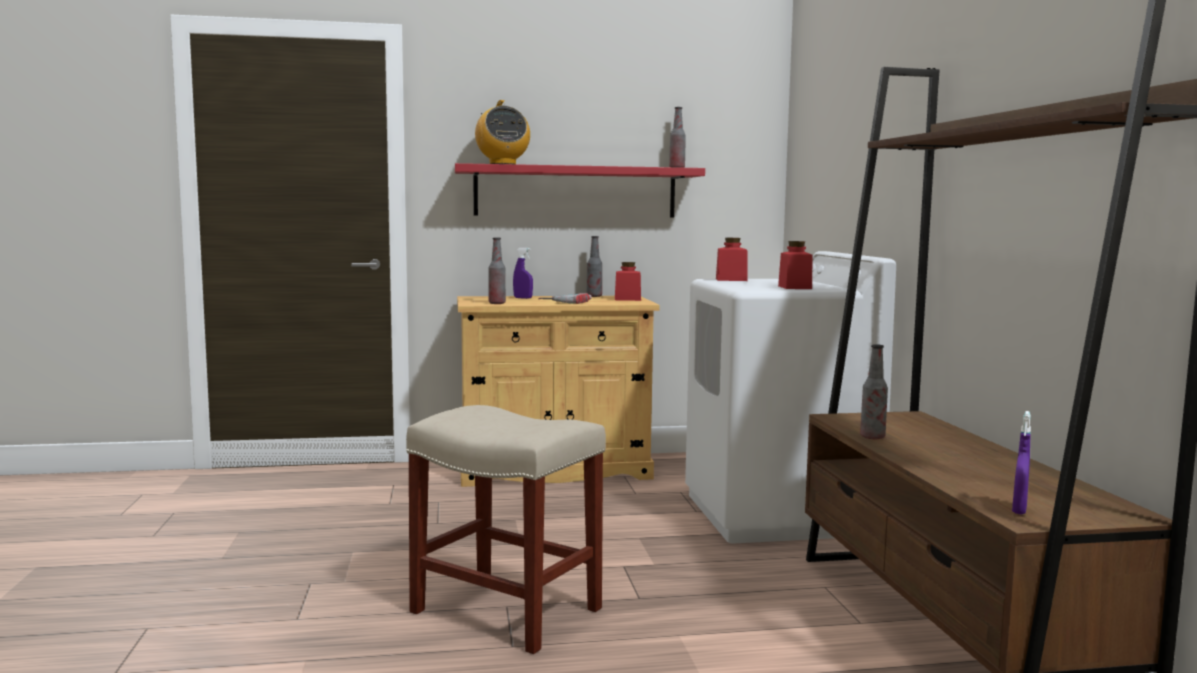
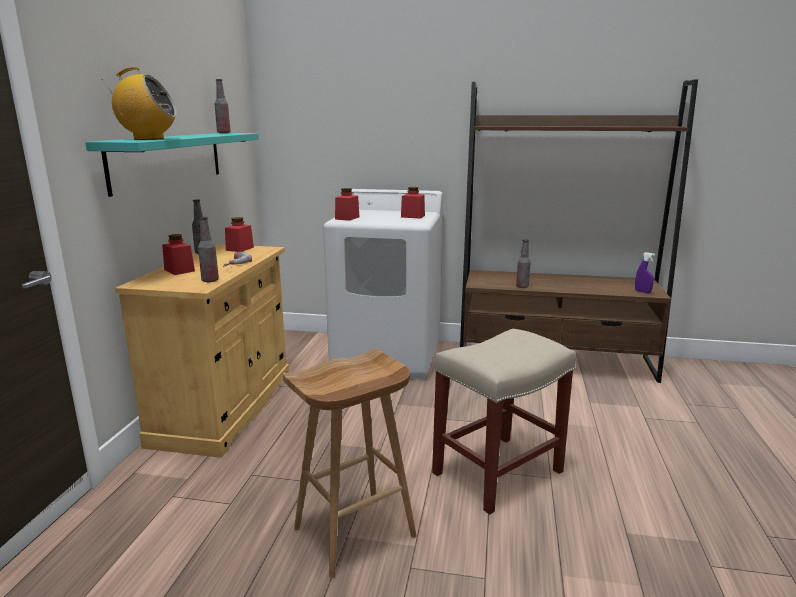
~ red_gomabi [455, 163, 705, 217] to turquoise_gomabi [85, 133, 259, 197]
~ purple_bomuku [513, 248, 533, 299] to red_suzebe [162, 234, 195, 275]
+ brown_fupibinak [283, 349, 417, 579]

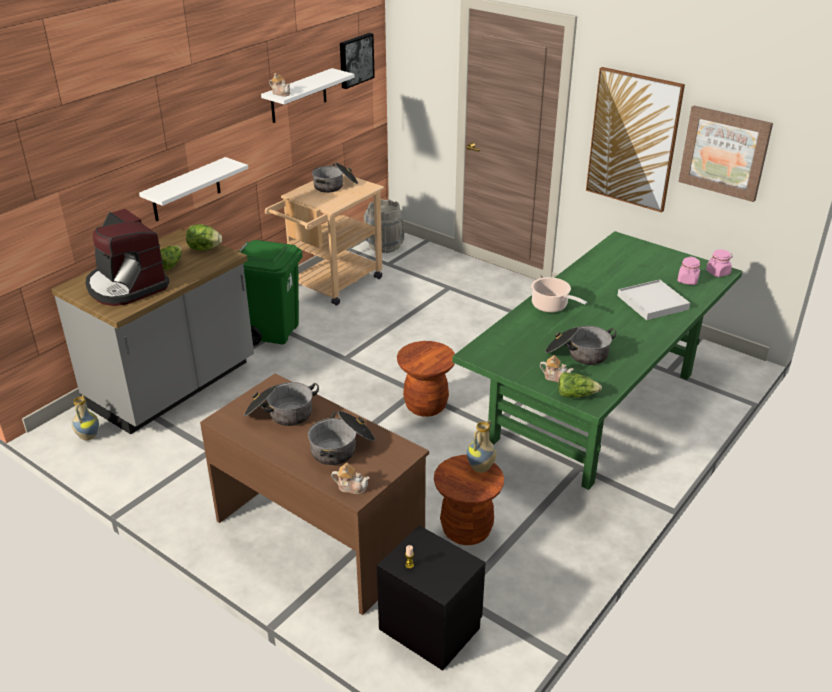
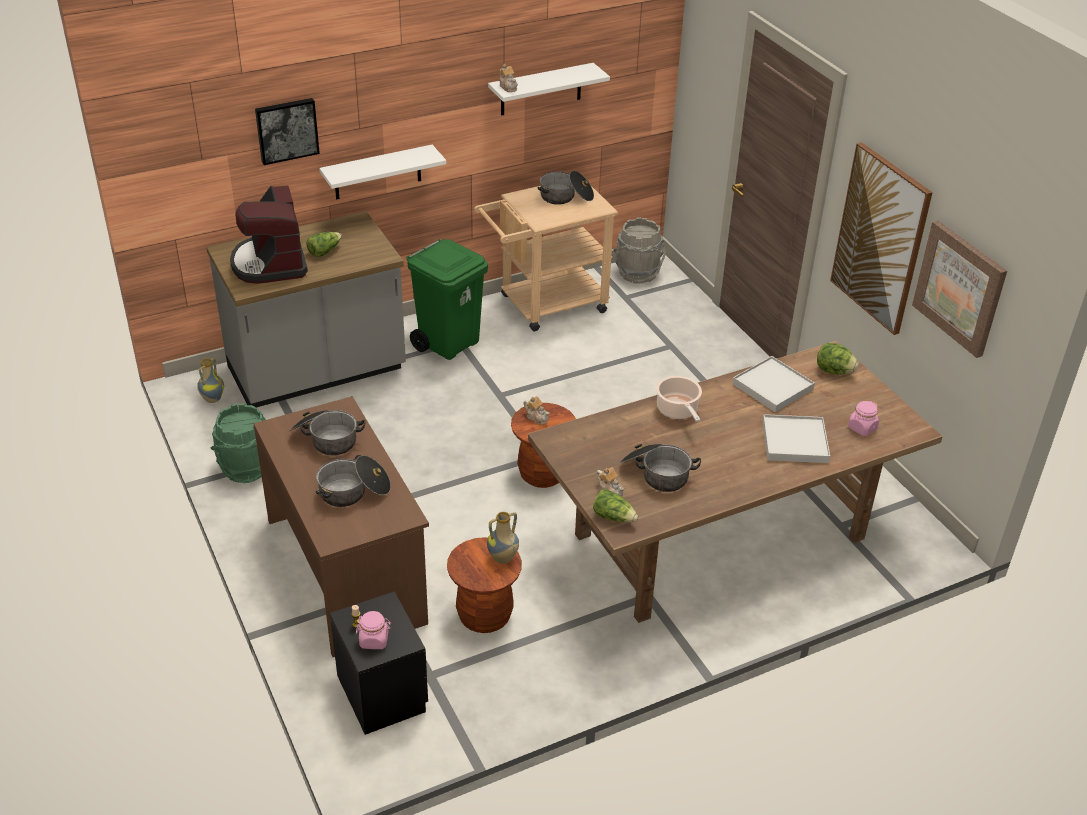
~ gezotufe [186, 224, 222, 250] to [817, 343, 859, 375]
~ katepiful [331, 463, 370, 494] to [523, 396, 549, 425]
~ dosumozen [340, 33, 375, 89] to [255, 98, 320, 165]
~ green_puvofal [452, 231, 742, 490] to brown_puvofal [528, 341, 943, 623]
~ pink_suzebe [706, 249, 733, 277] to [356, 611, 391, 649]
+ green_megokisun [211, 403, 266, 483]
+ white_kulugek [733, 356, 815, 412]

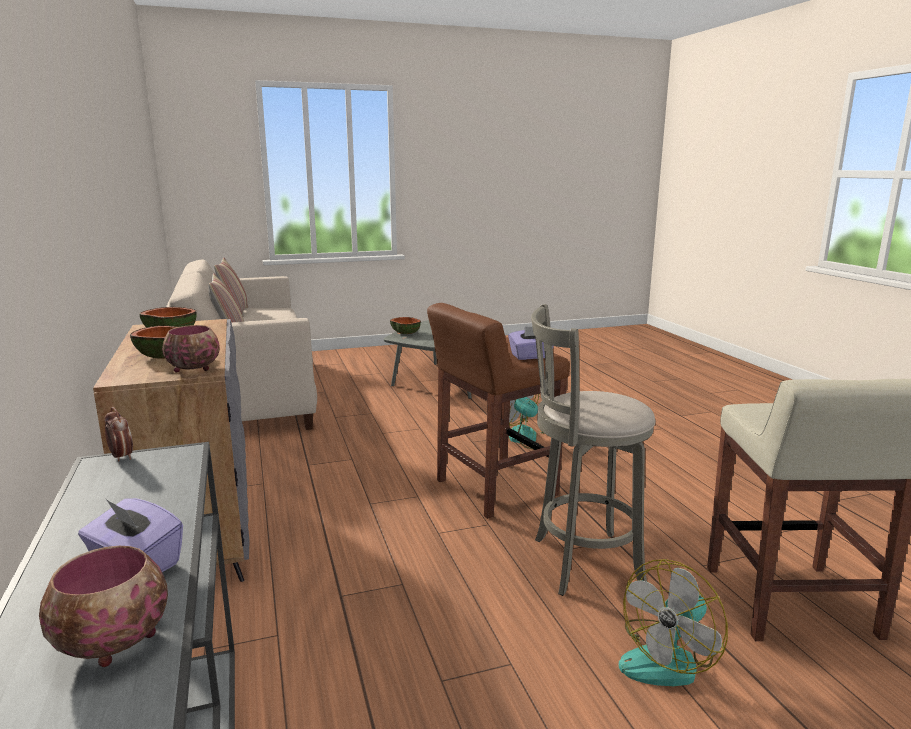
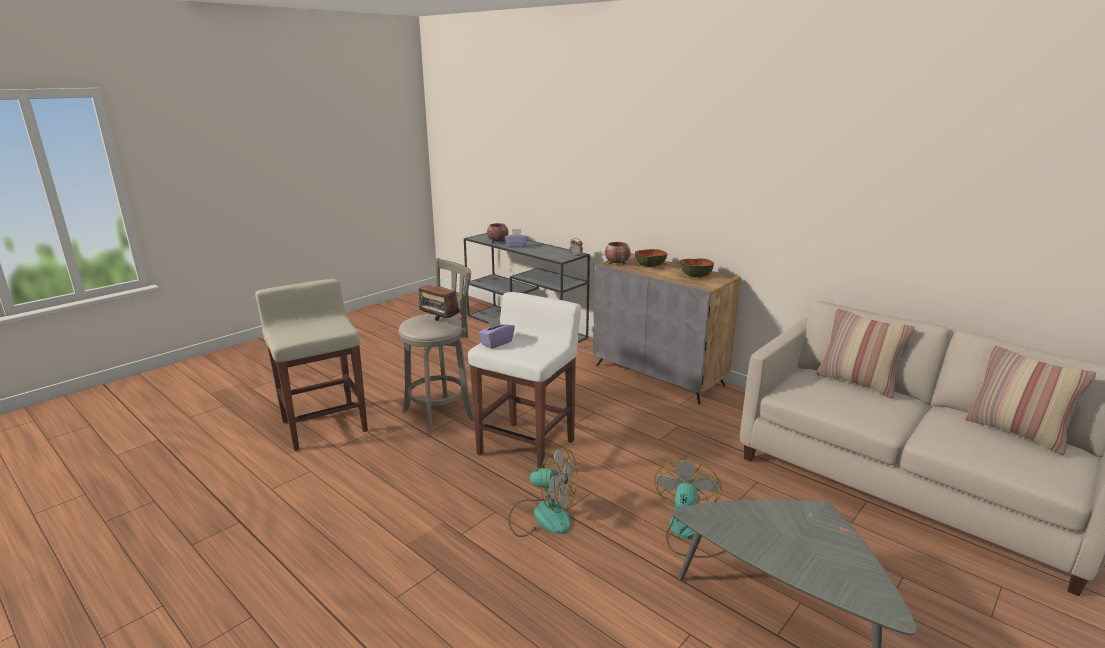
- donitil [390, 317, 421, 334]
~ brown_fupibinak [427, 303, 570, 519] to white_fupibinak [468, 292, 581, 469]
~ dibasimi [619, 559, 728, 686] to [654, 458, 726, 558]
+ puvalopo [419, 278, 460, 321]

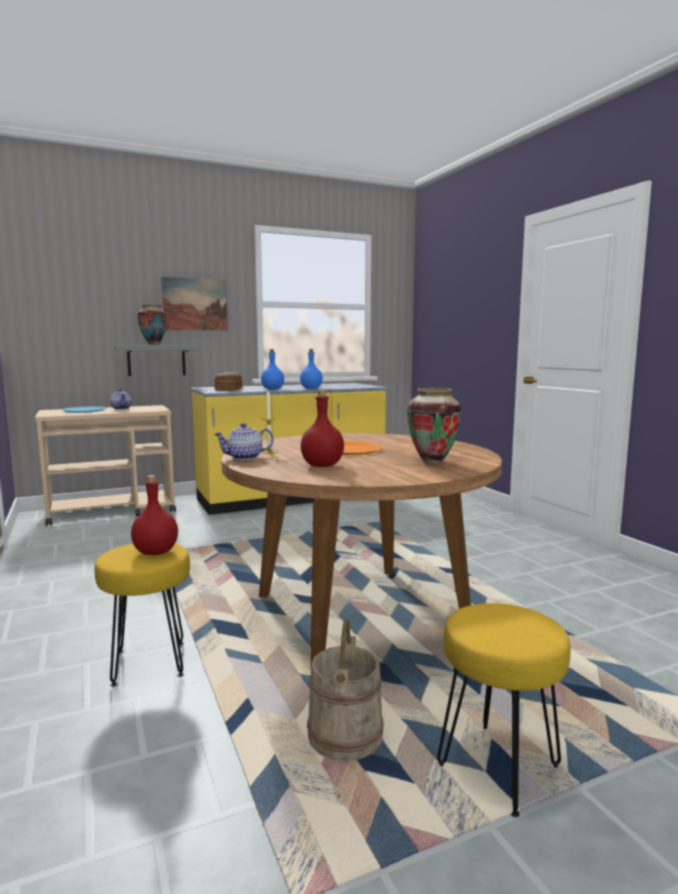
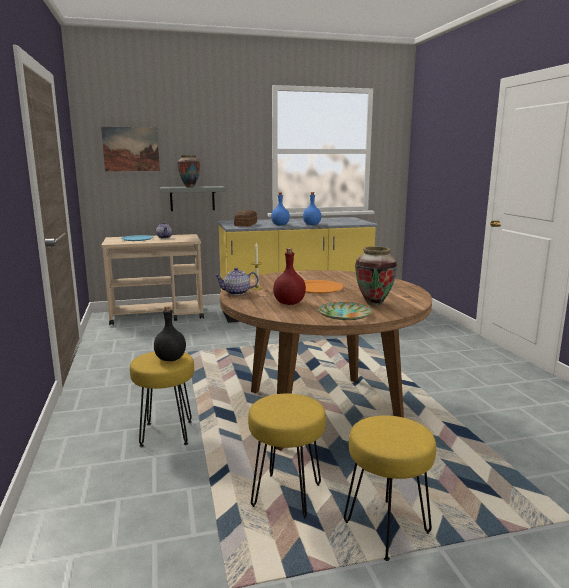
~ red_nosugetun [131, 475, 178, 555] to black_nosugetun [154, 306, 186, 361]
~ dosumozen [161, 277, 228, 331] to [101, 127, 160, 171]
~ beige_megokisun [307, 618, 384, 761] to yellow_fupibinak [248, 394, 326, 518]
+ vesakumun [318, 302, 372, 320]

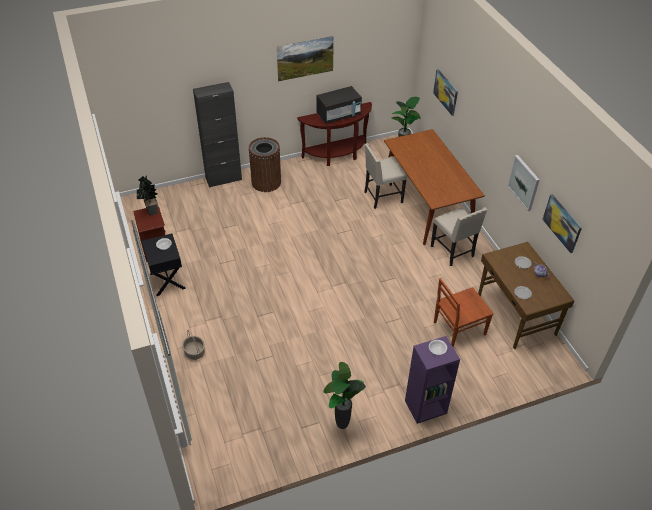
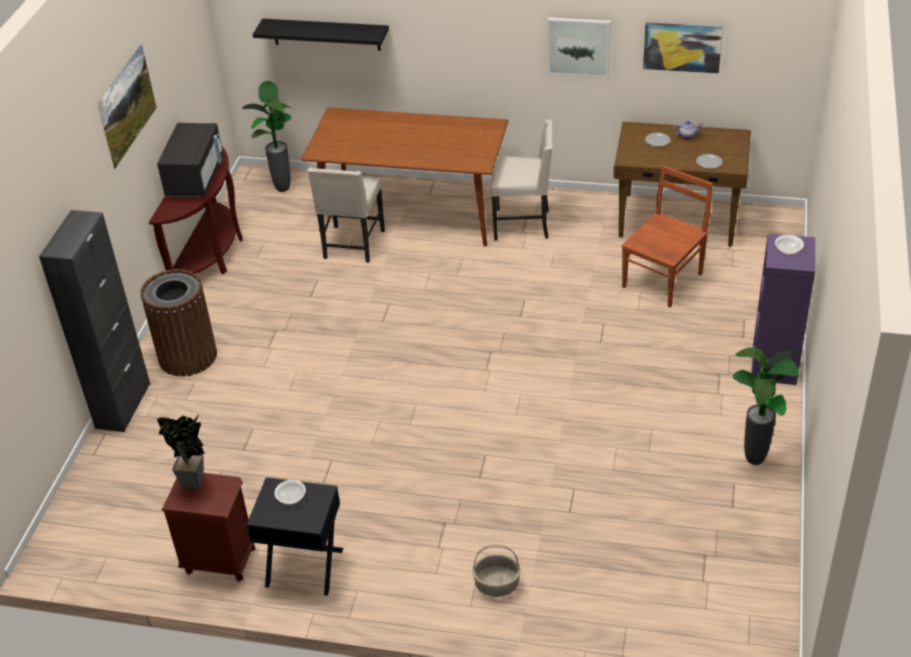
~ dosumozen [433, 69, 458, 116] to black_gomabi [253, 19, 389, 51]
~ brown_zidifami [434, 278, 494, 348] = [621, 166, 713, 307] 150 degrees counterclockwise

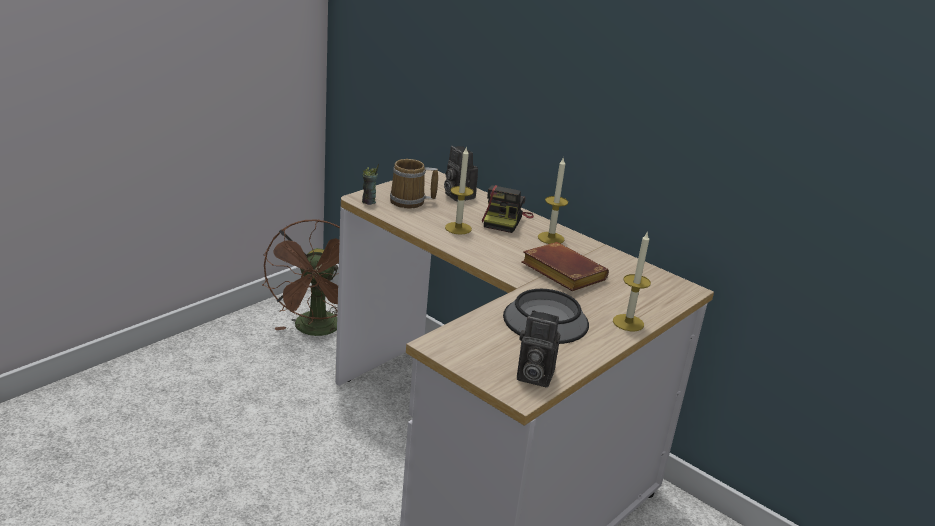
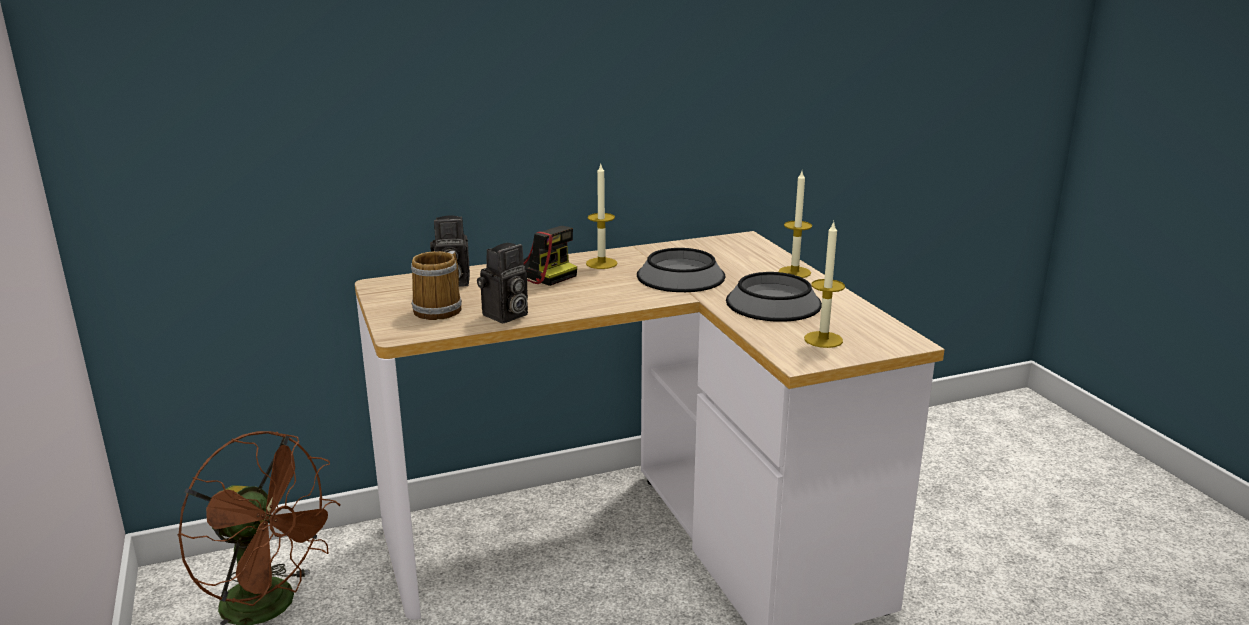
- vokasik [362, 163, 379, 205]
~ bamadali [445, 148, 474, 235] to [804, 221, 845, 348]
~ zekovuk [517, 310, 560, 388] to [477, 243, 528, 323]
~ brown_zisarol [521, 242, 609, 291] to donitil [637, 248, 726, 292]

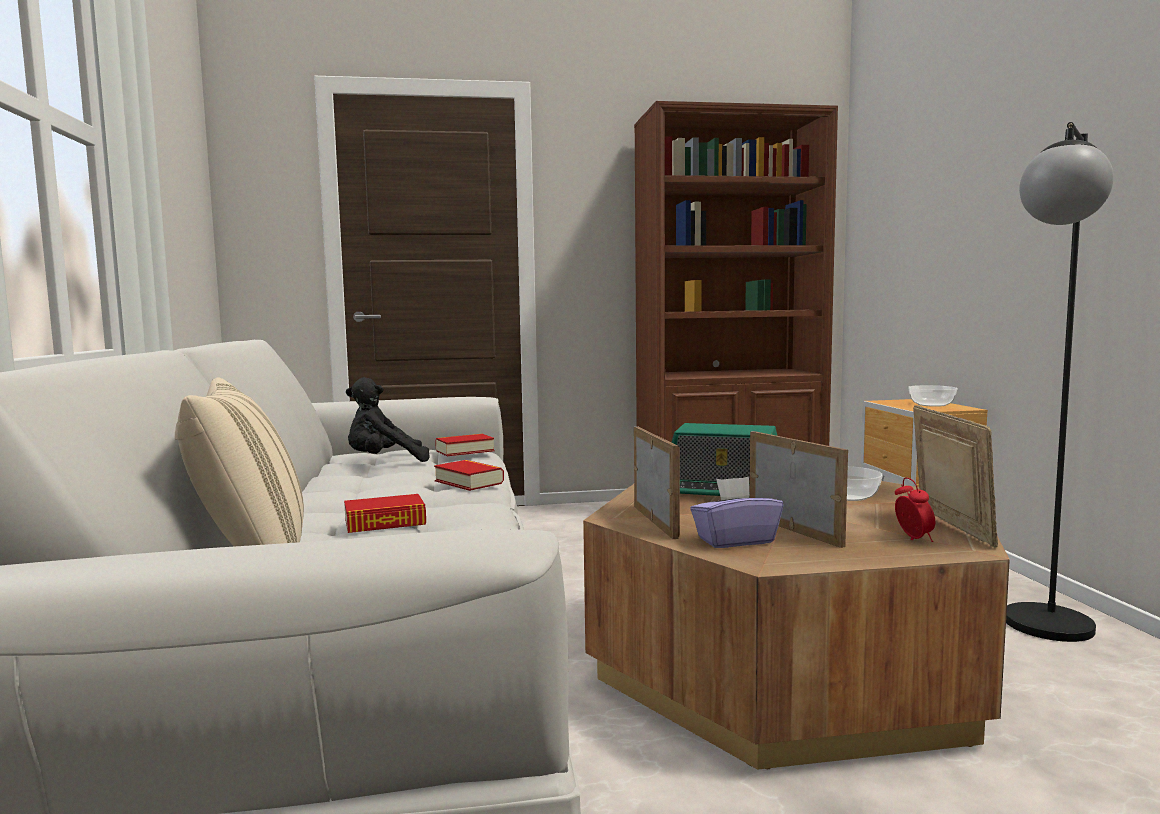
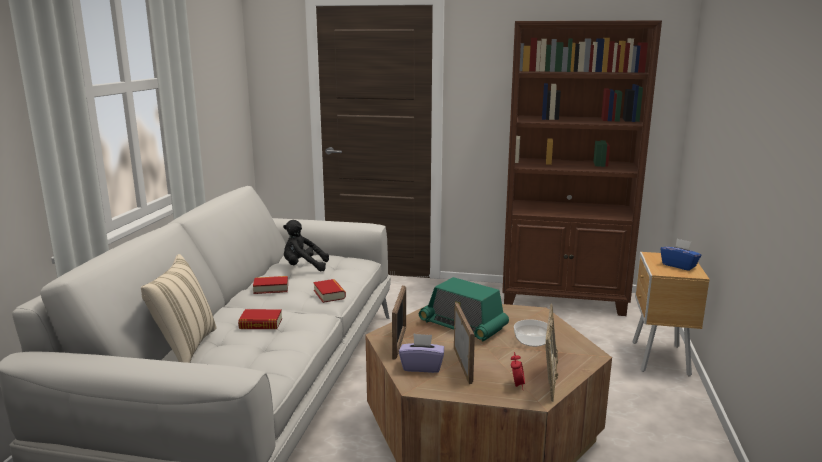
~ zisarol [435, 434, 494, 456] to [253, 276, 288, 294]
~ donitil [908, 385, 957, 407] to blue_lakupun [660, 238, 701, 271]
- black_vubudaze [1006, 122, 1114, 642]

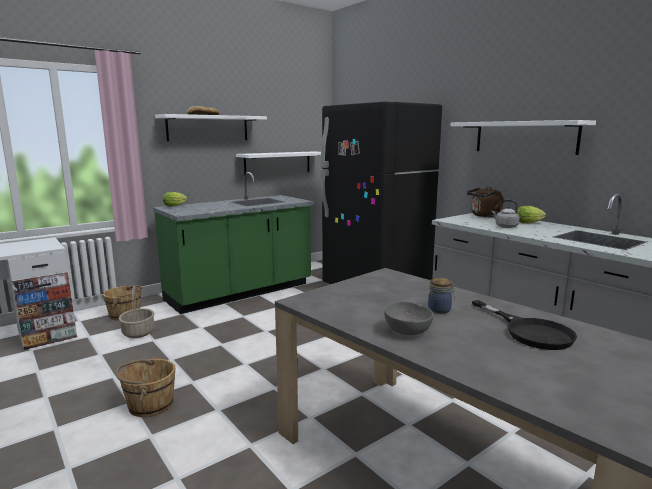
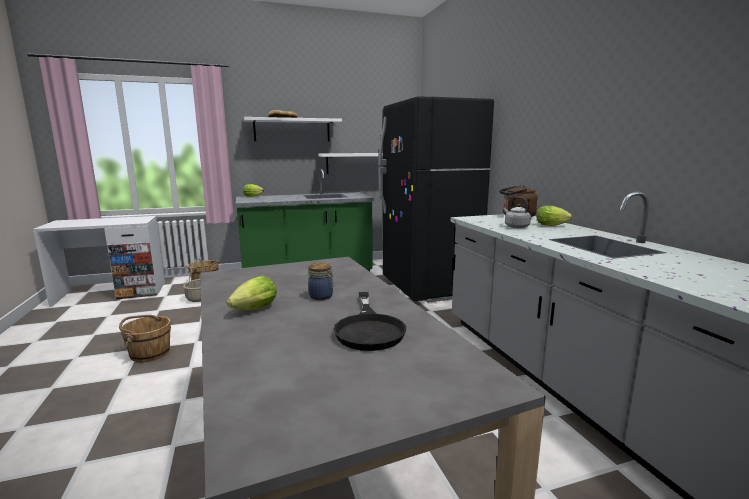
~ grey_donitil [384, 301, 434, 335] to gezotufe [227, 275, 277, 310]
- white_gomabi [450, 120, 596, 155]

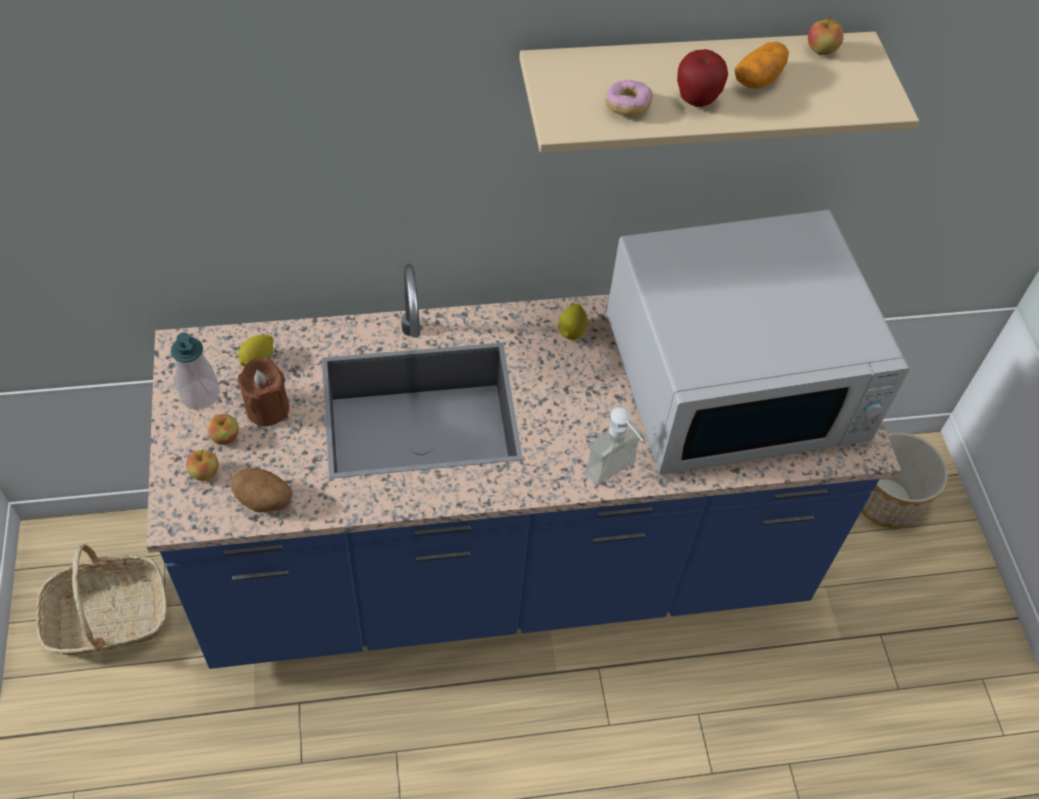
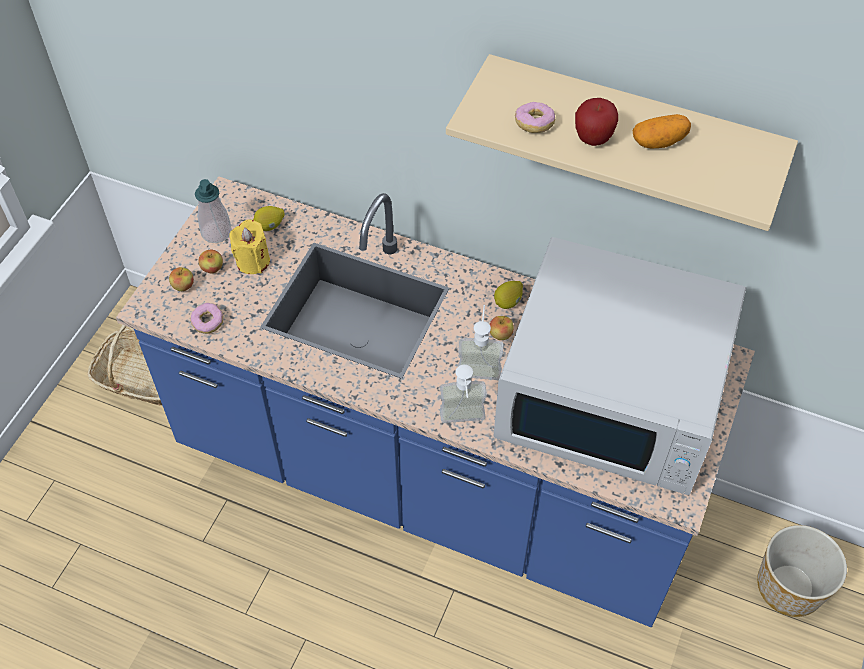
~ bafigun [231, 468, 293, 512] to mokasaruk [190, 303, 223, 334]
~ brown_bamadali [238, 358, 289, 426] to yellow_bamadali [229, 219, 270, 274]
~ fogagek [808, 15, 844, 55] to [490, 316, 514, 340]
+ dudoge [458, 305, 504, 380]

